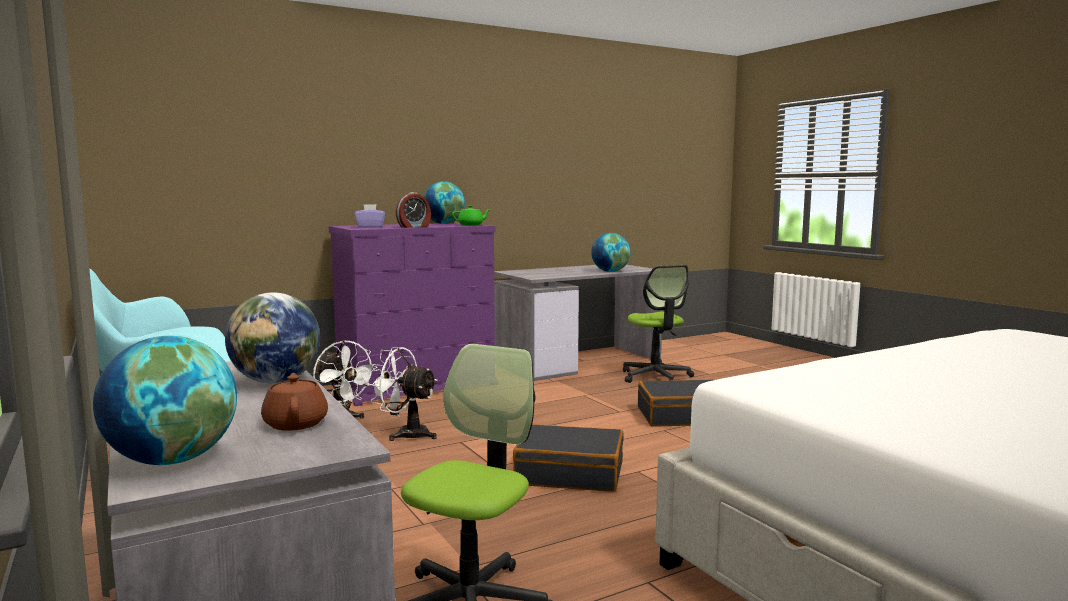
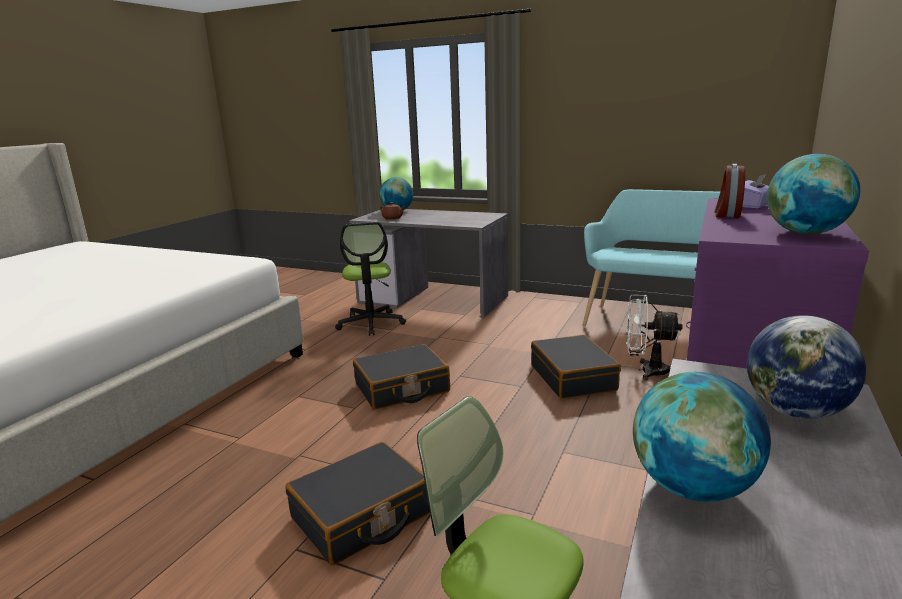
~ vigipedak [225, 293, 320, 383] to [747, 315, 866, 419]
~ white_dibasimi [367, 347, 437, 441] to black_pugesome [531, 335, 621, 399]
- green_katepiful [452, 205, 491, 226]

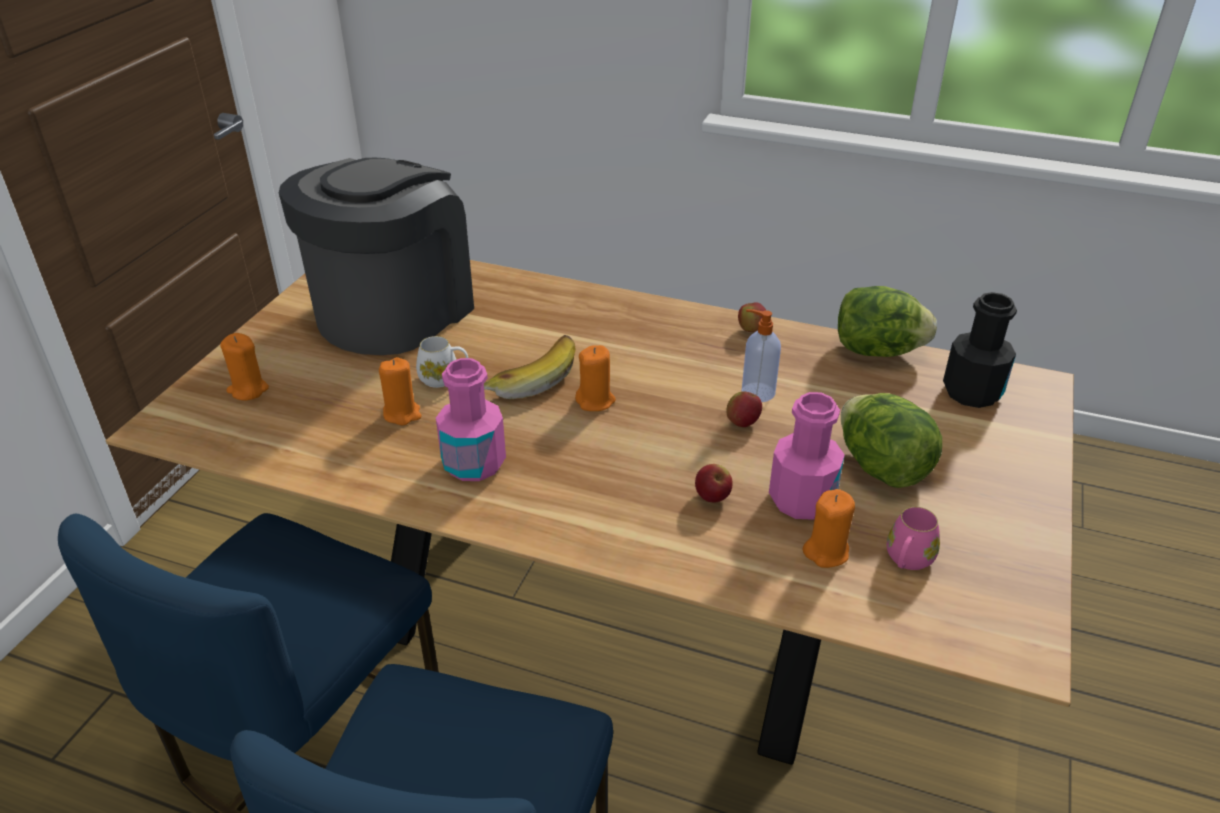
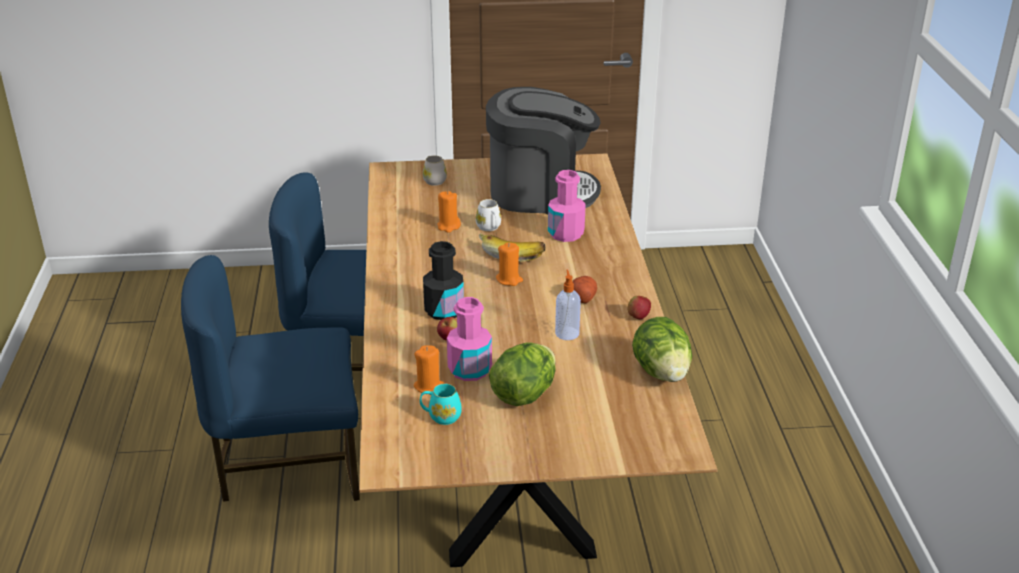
~ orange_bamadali [220, 333, 269, 400] to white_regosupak [423, 156, 447, 186]
~ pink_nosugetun [436, 358, 506, 481] to [548, 170, 586, 242]
- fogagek [726, 391, 762, 427]
~ pink_regosupak [887, 507, 940, 570] to turquoise_regosupak [420, 384, 462, 425]
~ black_nosugetun [943, 292, 1017, 408] to [423, 241, 464, 320]
+ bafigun [573, 276, 597, 303]

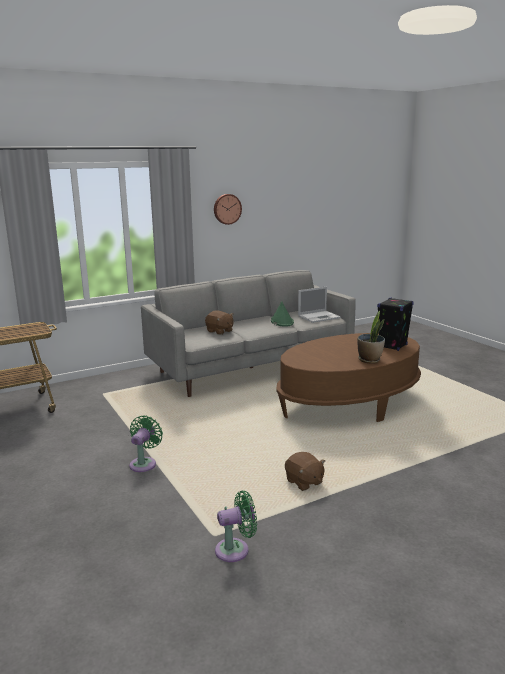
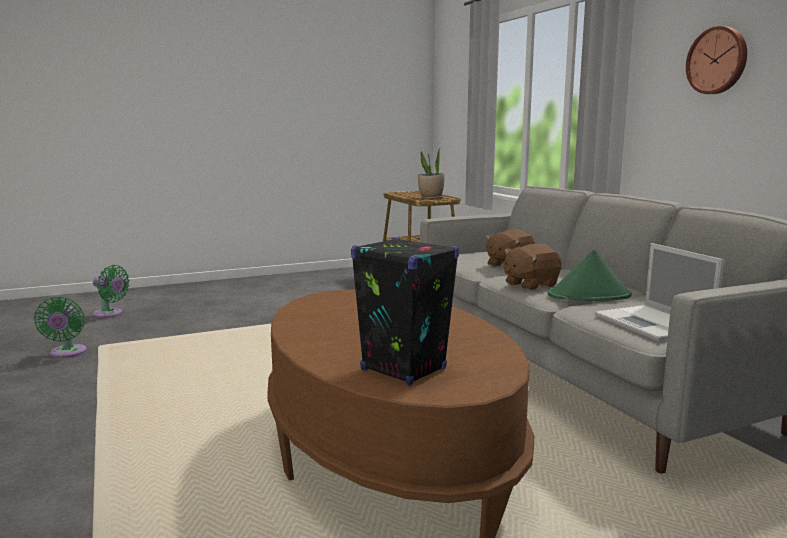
~ green_dibasimi [129, 416, 163, 472] to [92, 265, 130, 318]
~ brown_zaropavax [285, 452, 325, 491] to [504, 244, 562, 290]
~ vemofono [358, 311, 385, 363] to [418, 149, 444, 199]

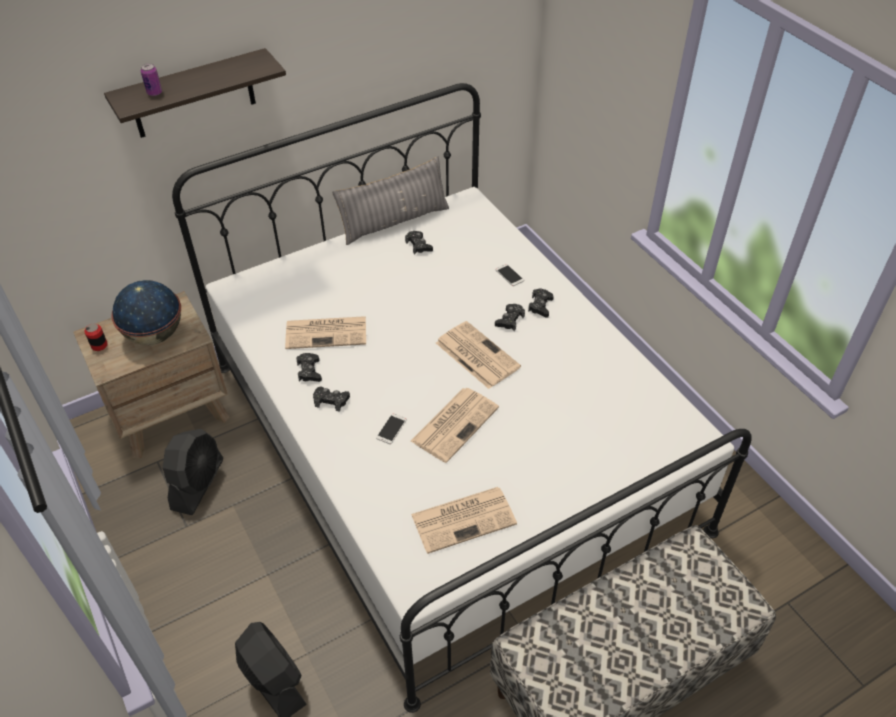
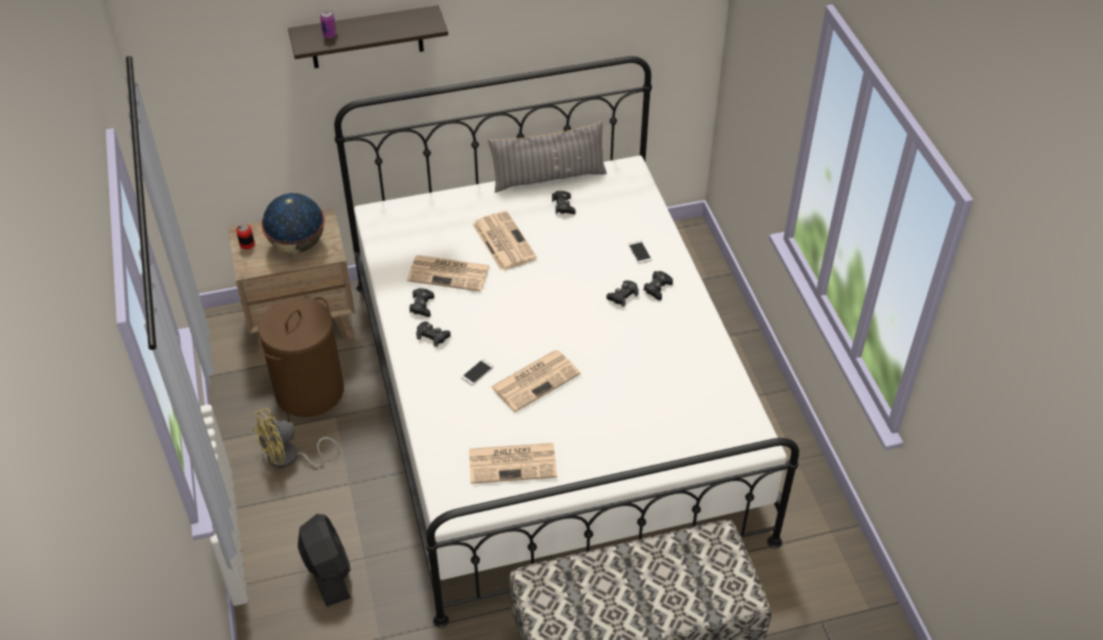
~ black_dibasimi [163, 429, 223, 515] to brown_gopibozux [258, 297, 344, 417]
~ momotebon [436, 321, 521, 389] to [472, 211, 537, 271]
+ yellow_dibasimi [253, 408, 340, 468]

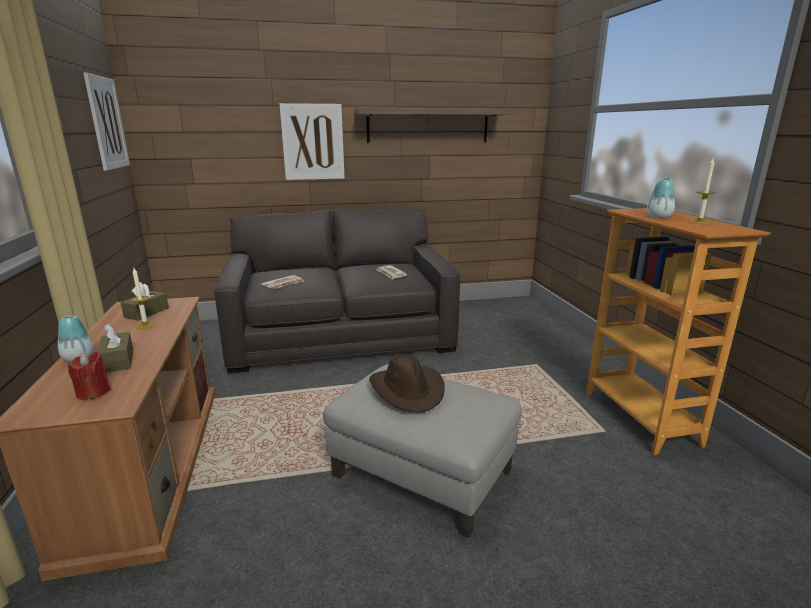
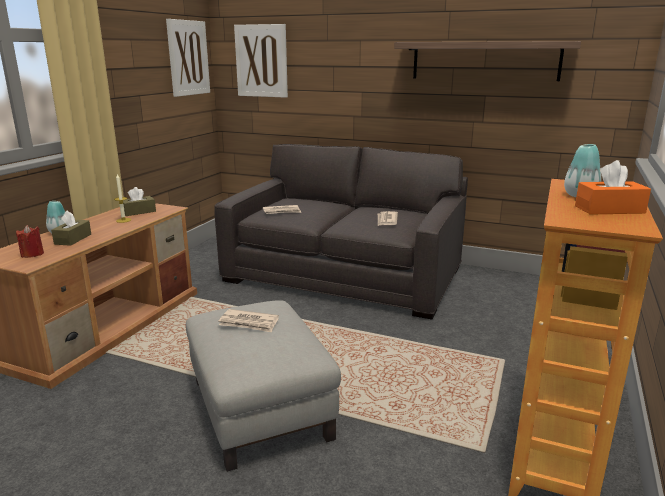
~ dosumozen [280, 103, 345, 180] to [234, 24, 288, 98]
~ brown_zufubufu [369, 354, 445, 412] to momotebon [219, 309, 279, 332]
~ bamadali [689, 158, 715, 224] to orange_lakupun [575, 160, 651, 215]

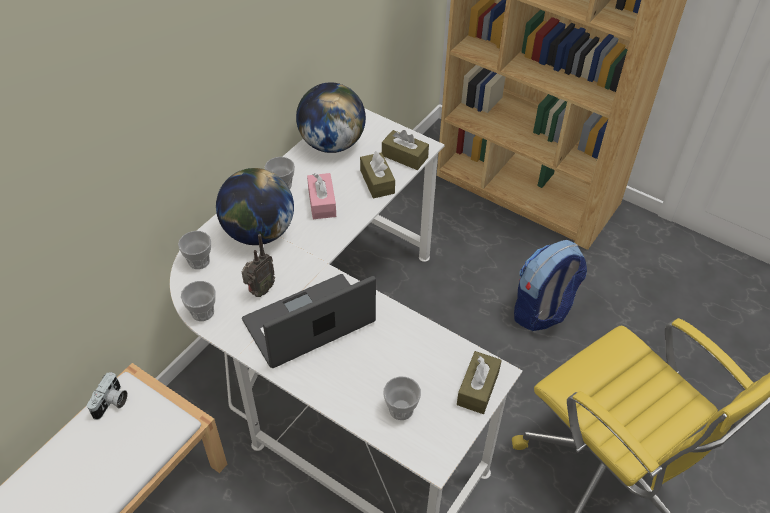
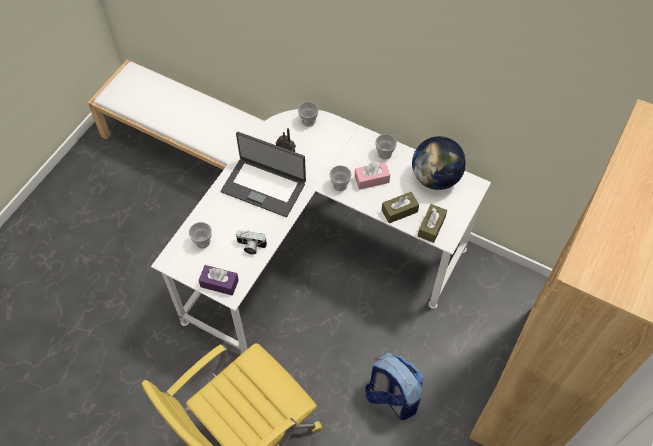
~ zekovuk [87, 372, 128, 420] to [235, 230, 267, 254]
~ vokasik [181, 281, 216, 321] to [329, 165, 351, 191]
- vigipedak [216, 168, 294, 245]
~ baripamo [242, 274, 376, 368] = [221, 132, 306, 217] 150 degrees clockwise
~ brown_lakupun [457, 351, 502, 414] to purple_lakupun [198, 265, 239, 296]

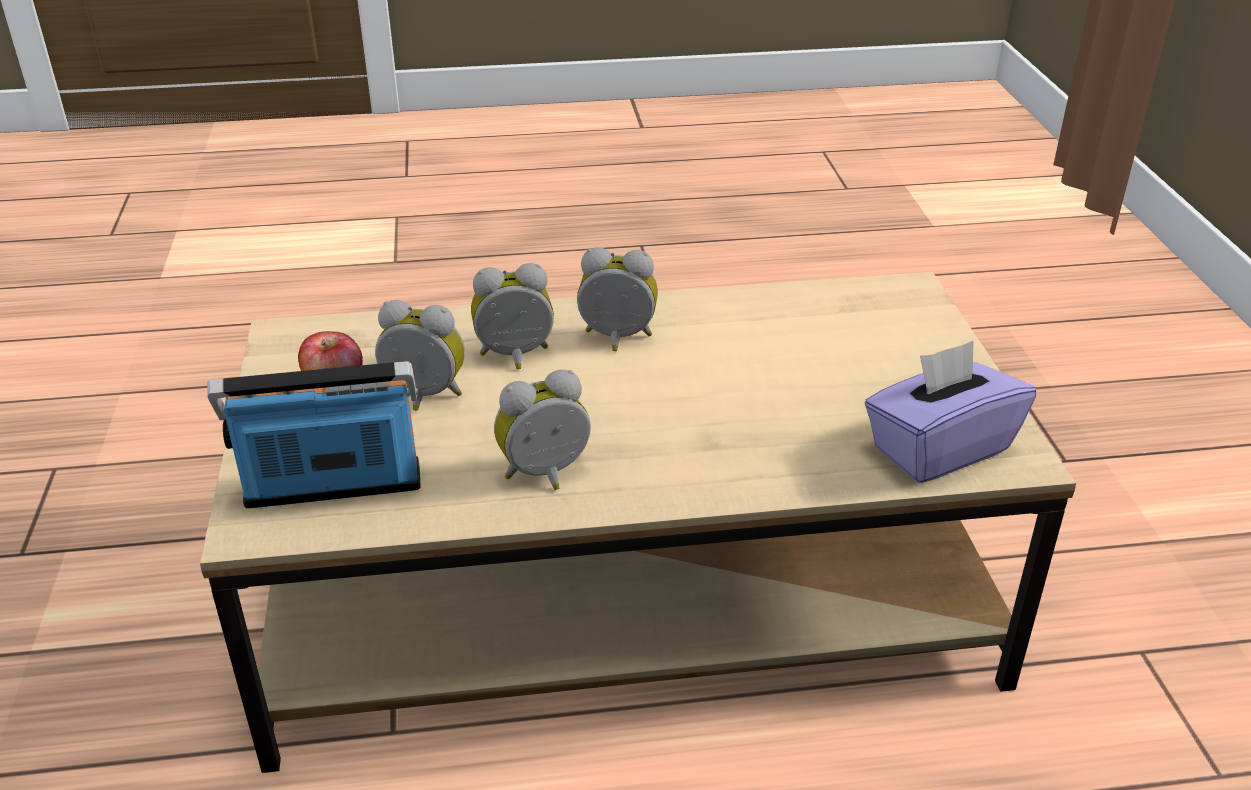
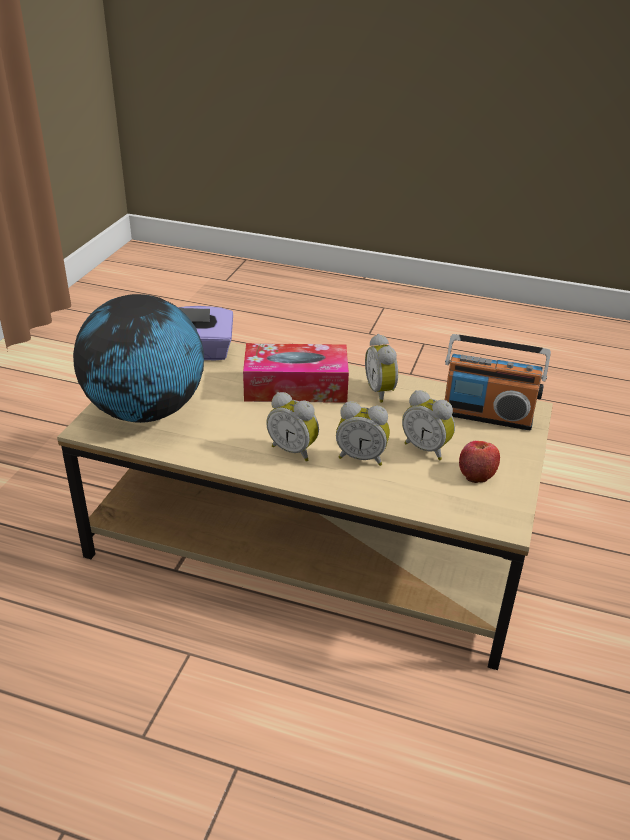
~ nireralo [494, 369, 591, 490] = [365, 334, 398, 403] 75 degrees clockwise
+ vigipedak [73, 294, 204, 423]
+ lakupun [243, 343, 349, 403]

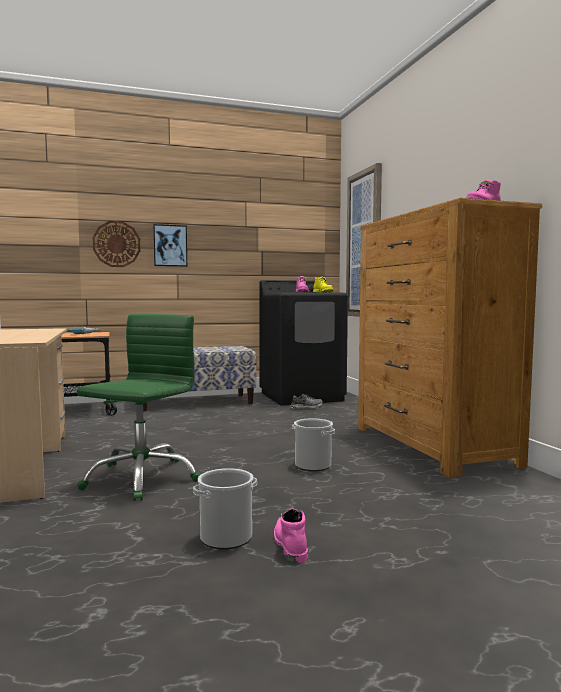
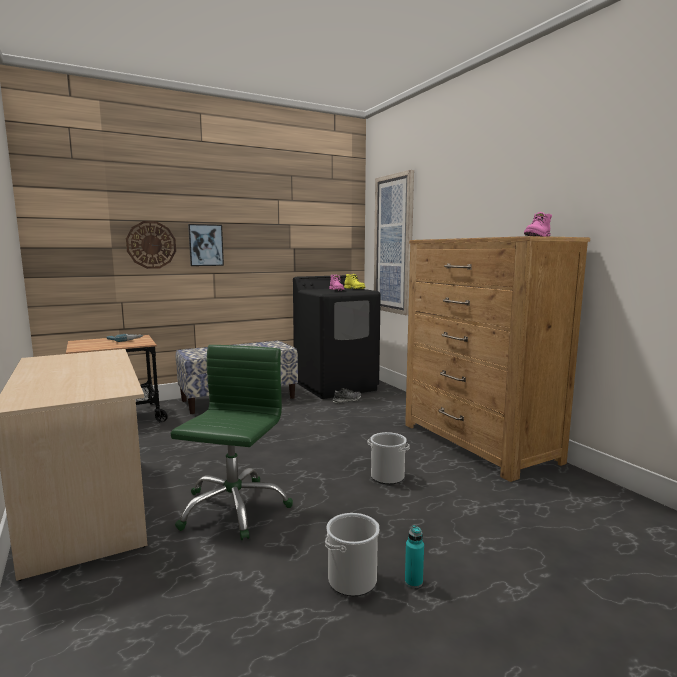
~ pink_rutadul [274, 509, 308, 563] to turquoise_nosugetun [405, 525, 424, 588]

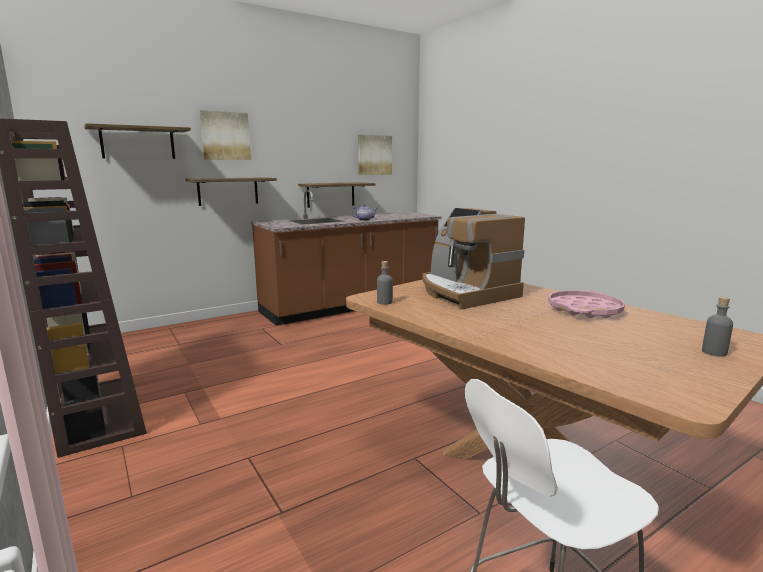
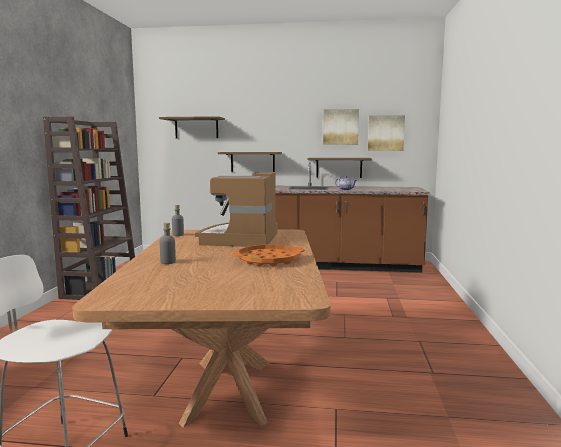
~ dosumozen [200, 110, 251, 160] to [323, 109, 359, 145]
~ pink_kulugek [548, 290, 625, 318] to orange_kulugek [232, 245, 305, 266]
~ grey_nosugetun [702, 297, 733, 357] to [160, 223, 176, 264]

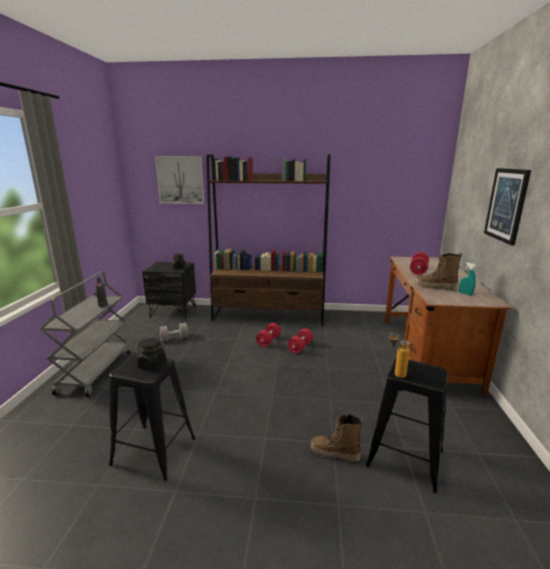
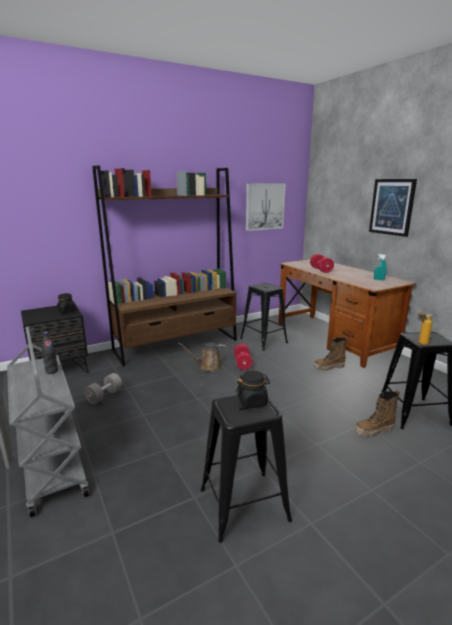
~ dosumozen [155, 156, 204, 204] to [246, 183, 285, 231]
~ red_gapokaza [256, 323, 281, 347] to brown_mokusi [178, 343, 227, 372]
~ rutadul [415, 253, 462, 291] to [314, 336, 348, 371]
+ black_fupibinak [240, 283, 288, 351]

